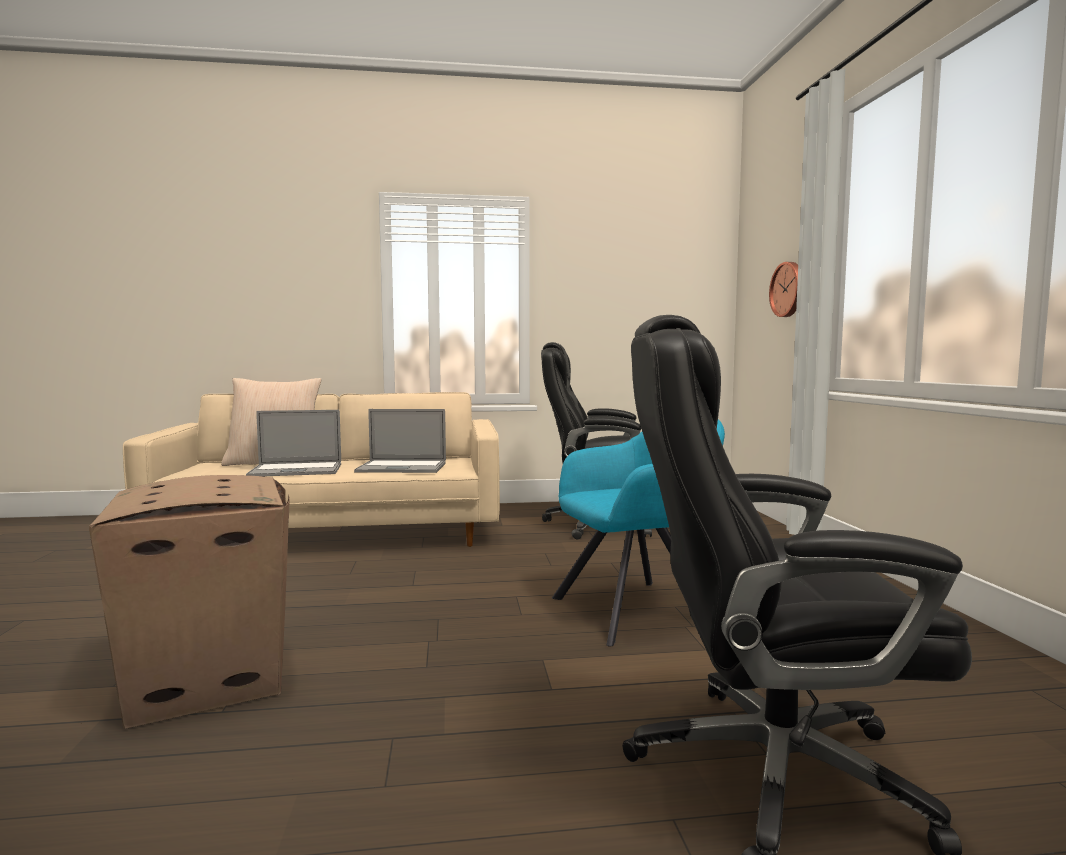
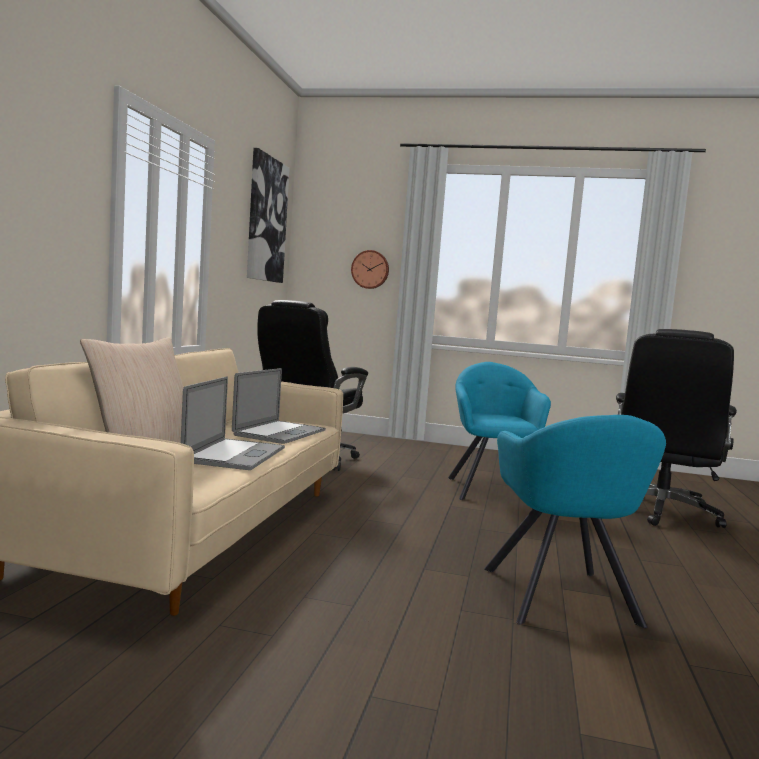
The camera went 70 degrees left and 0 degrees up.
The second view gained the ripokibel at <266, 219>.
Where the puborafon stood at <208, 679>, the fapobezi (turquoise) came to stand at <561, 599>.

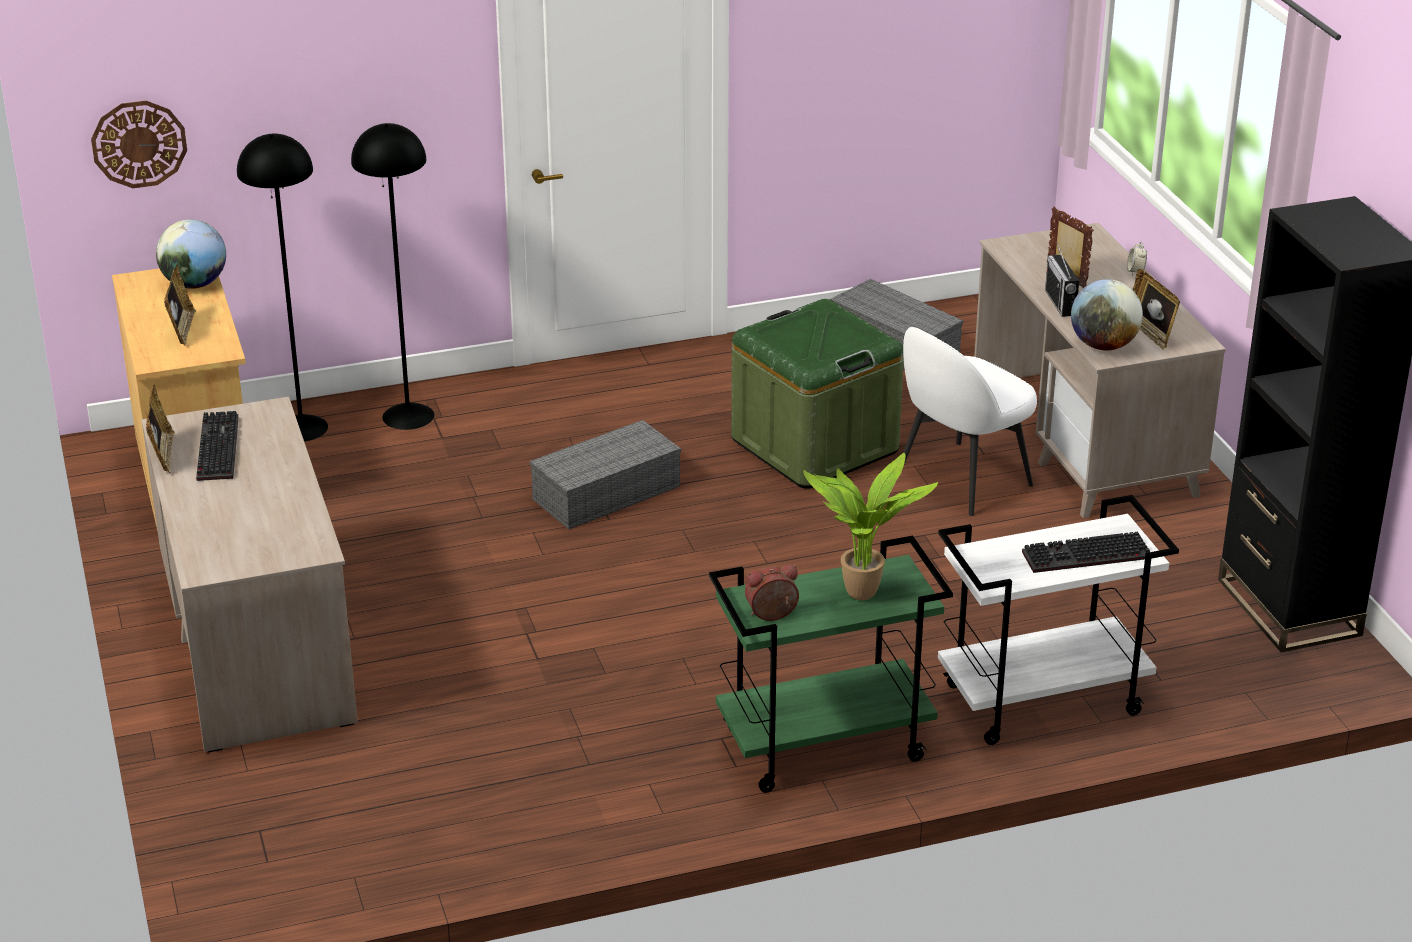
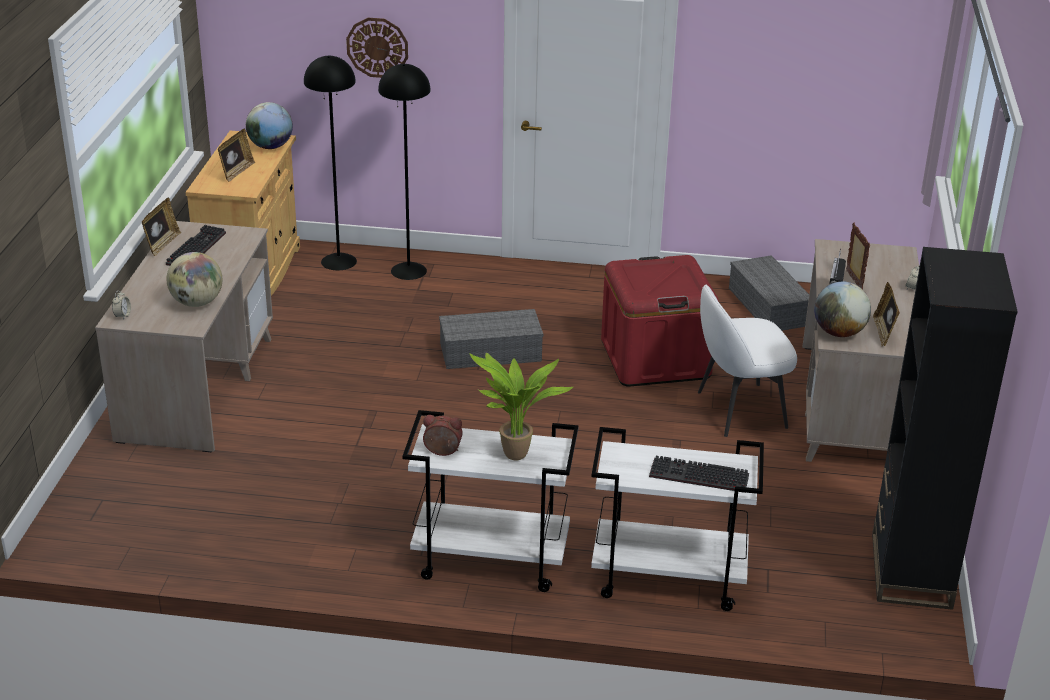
The camera went 25 degrees right and 0 degrees up.
The second view gained the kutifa at <122, 315>.
The second view gained the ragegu at <196, 303>.
The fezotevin ended up elsewhere, having gone from <139, 143> to <377, 47>.
What was the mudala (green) at <823, 746> turned into the mudala (white) at <489, 561>.
What was the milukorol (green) at <814, 445> turned into the milukorol (red) at <655, 359>.

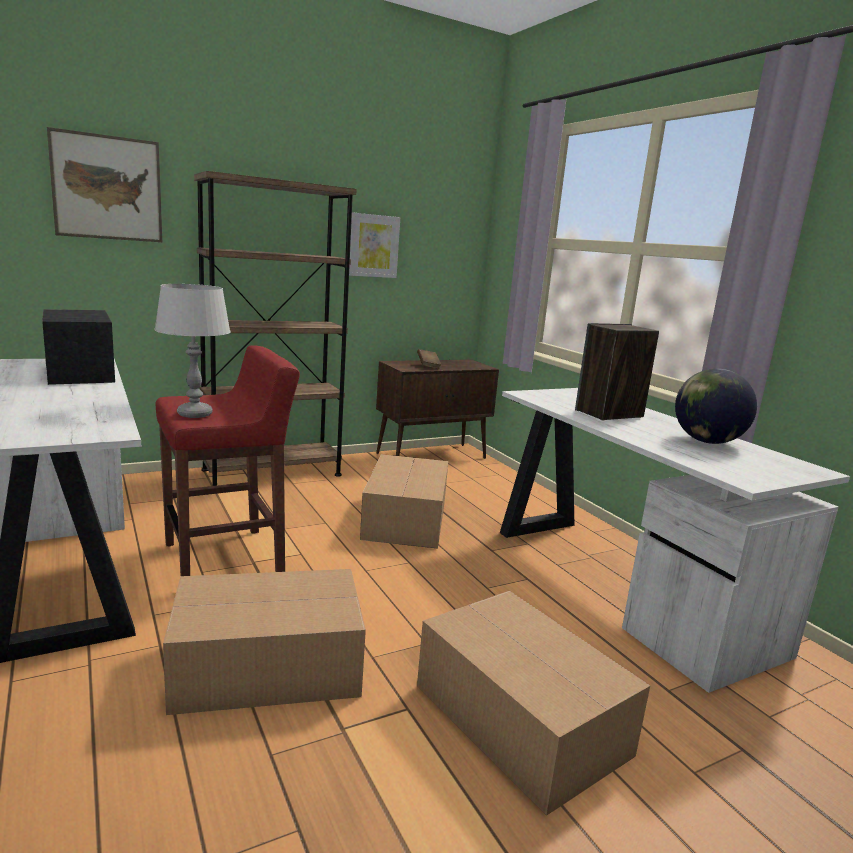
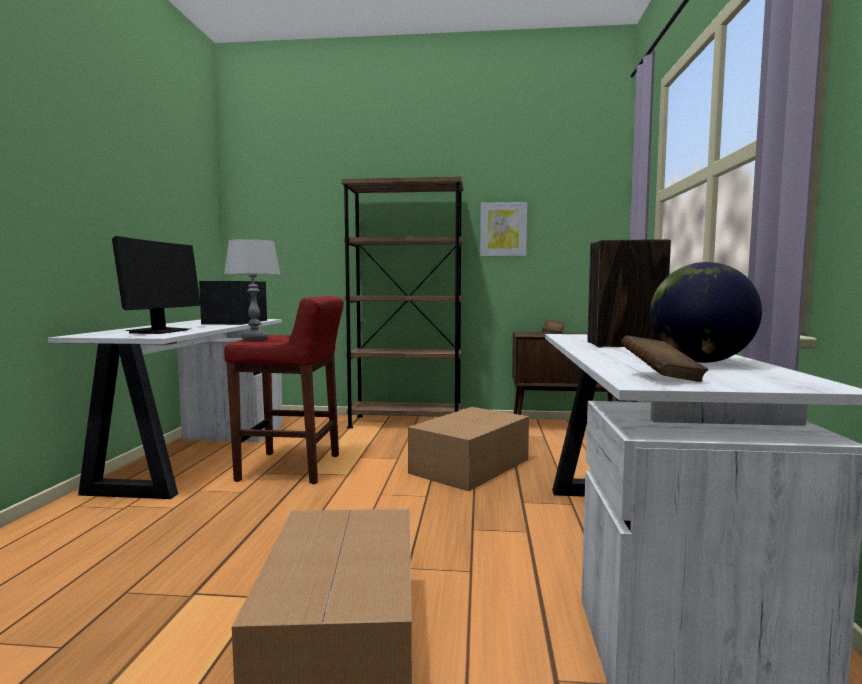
The camera went 35 degrees right and 10 degrees down.
The second view lost the ripokibel at <107, 188>.
The second view lost the puborafon at <264, 665>.
The second view gained the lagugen at <159, 331>.
The second view gained the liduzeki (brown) at <661, 377>.

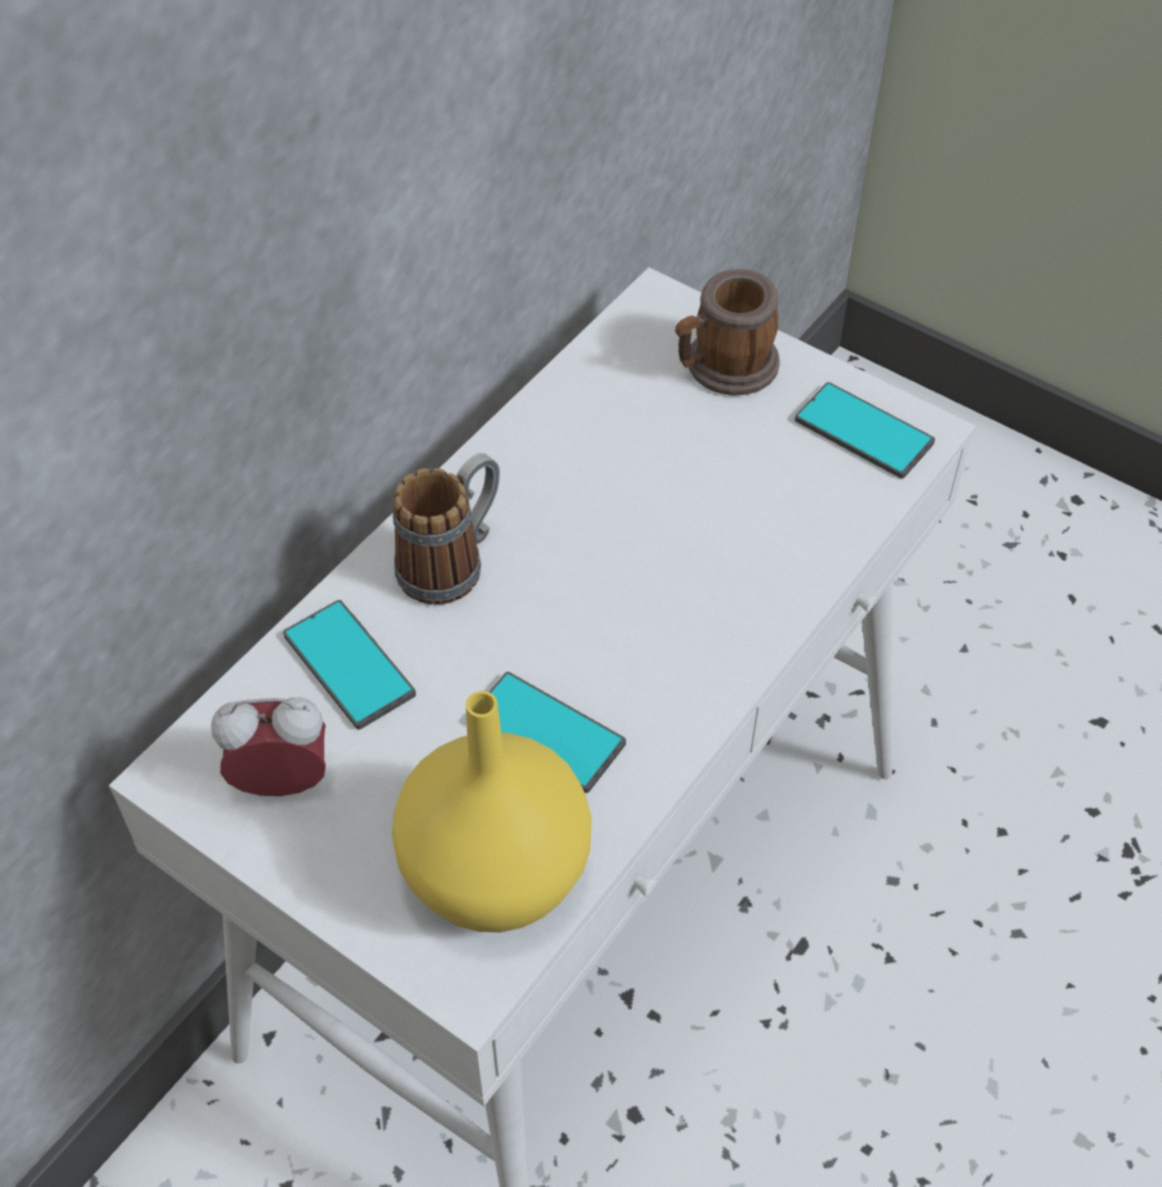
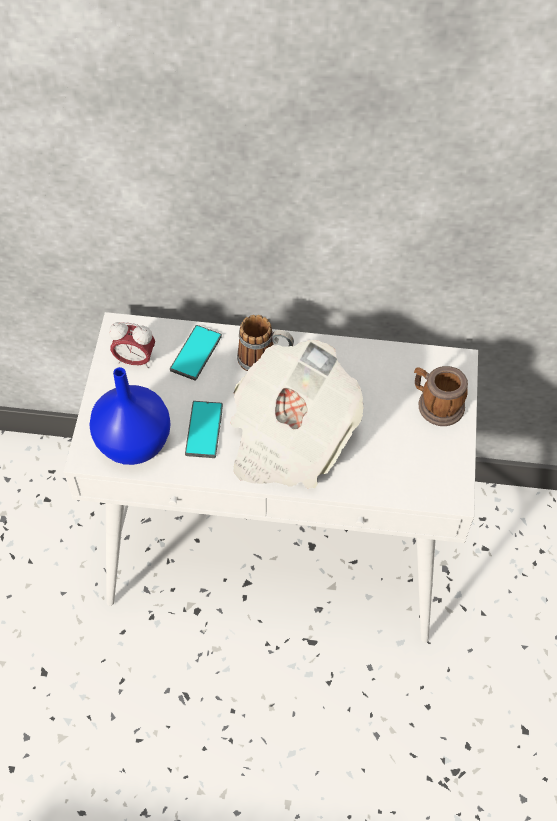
The camera went 60 degrees right and 5 degrees up.
The second view lost the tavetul at <864, 431>.
The second view gained the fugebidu at <289, 437>.
What was the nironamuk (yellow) at <492, 876> turned into the nironamuk (blue) at <133, 442>.
The kutifa at <283, 781> ended up facing another way, 135 degrees clockwise from before.

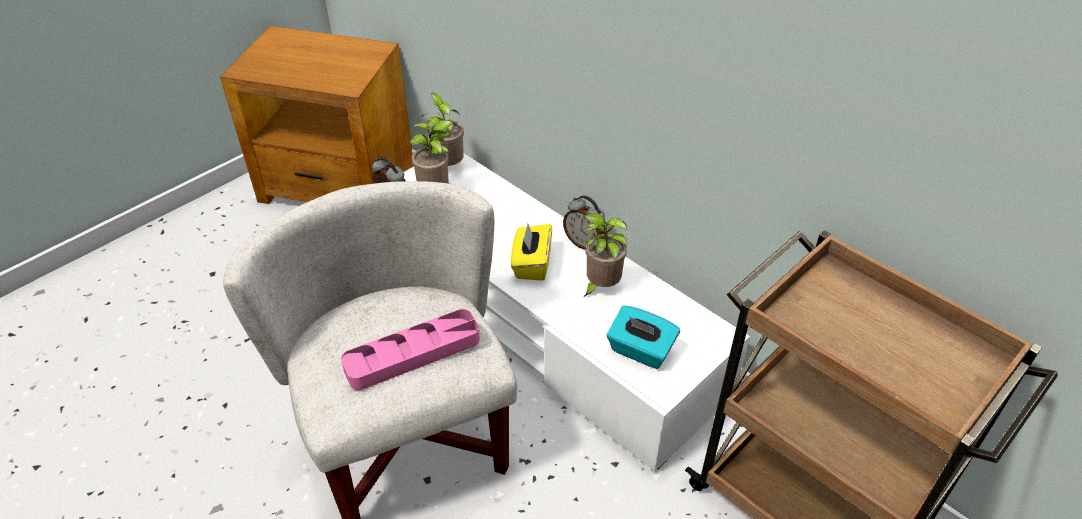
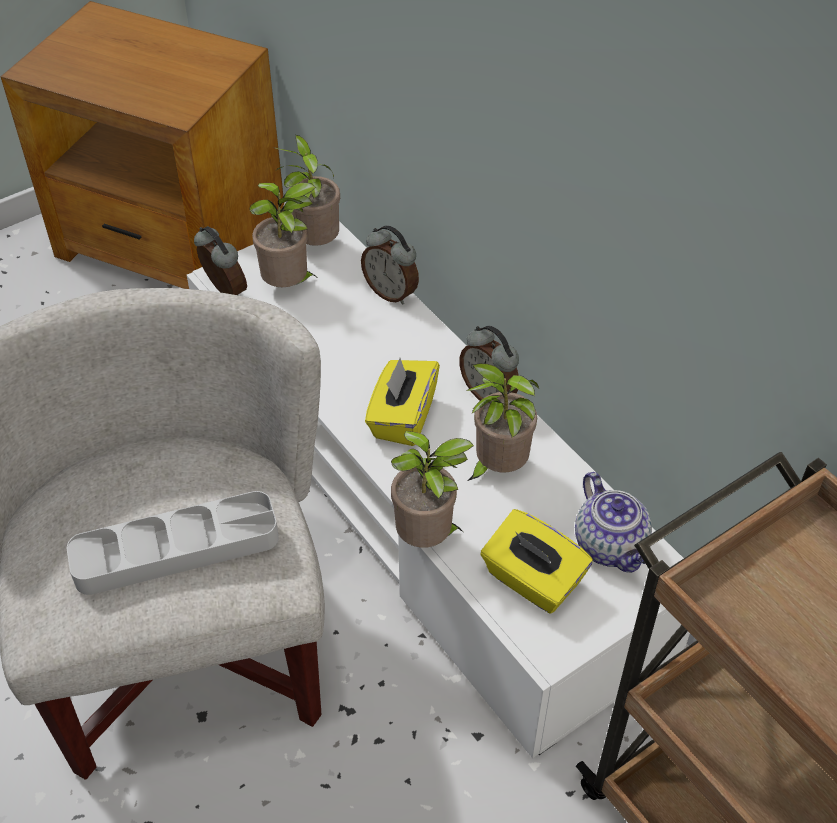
The camera went 10 degrees right and 5 degrees up.
The second view gained the kutifa at <391, 292>.
The second view gained the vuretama at <428, 539>.
The second view gained the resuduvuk at <611, 546>.
What was the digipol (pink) at <413, 354> turned into the digipol (grey) at <176, 549>.
What was the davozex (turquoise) at <640, 351> turned into the davozex (yellow) at <532, 580>.

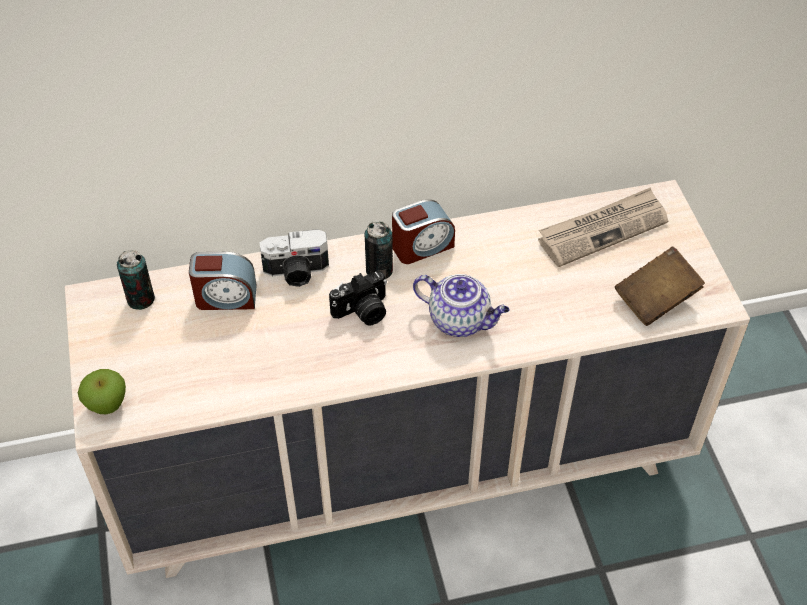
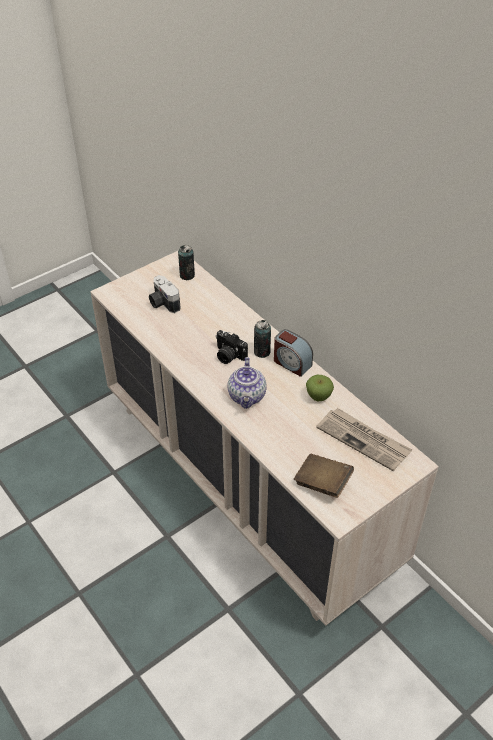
The camera went 65 degrees right and 5 degrees down.
The second view lost the kutifa at <226, 297>.
The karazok ended up elsewhere, having gone from <107, 405> to <318, 396>.
The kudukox ended up elsewhere, having gone from <296, 272> to <163, 303>.

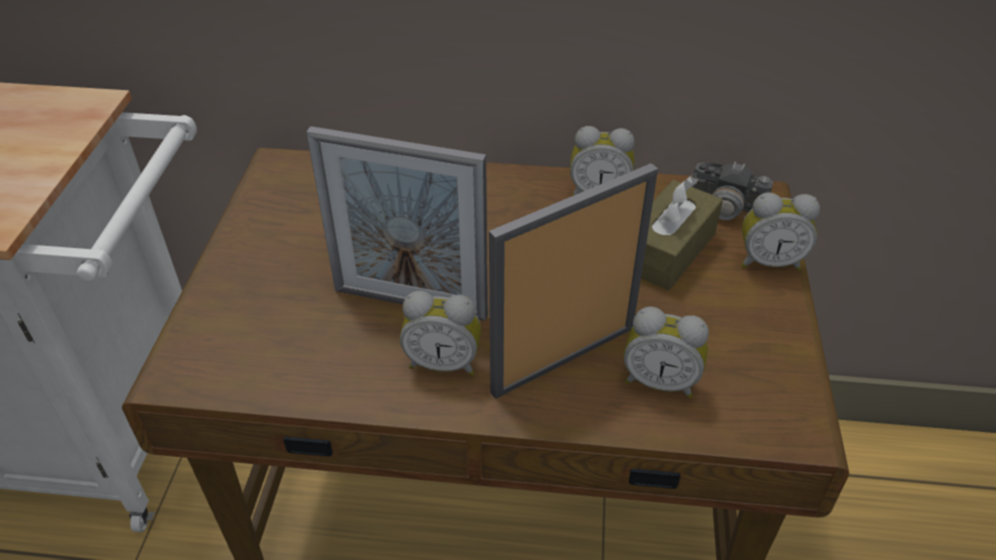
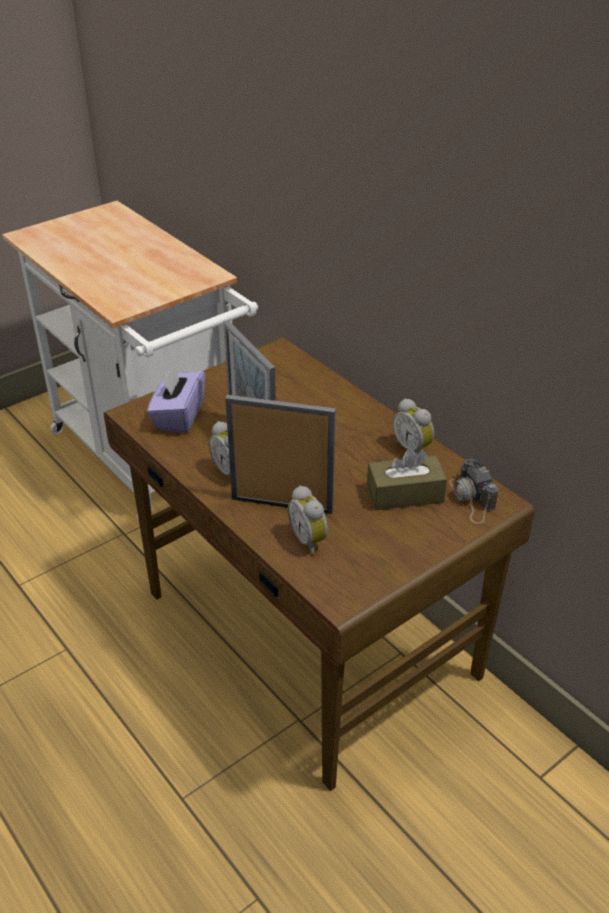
The camera went 45 degrees right and 5 degrees down.
The second view lost the kutifa at <768, 261>.
The second view gained the davozex (purple) at <178, 416>.

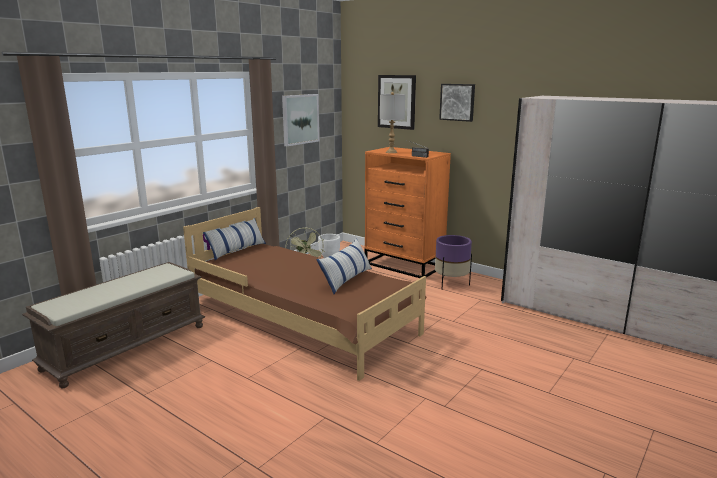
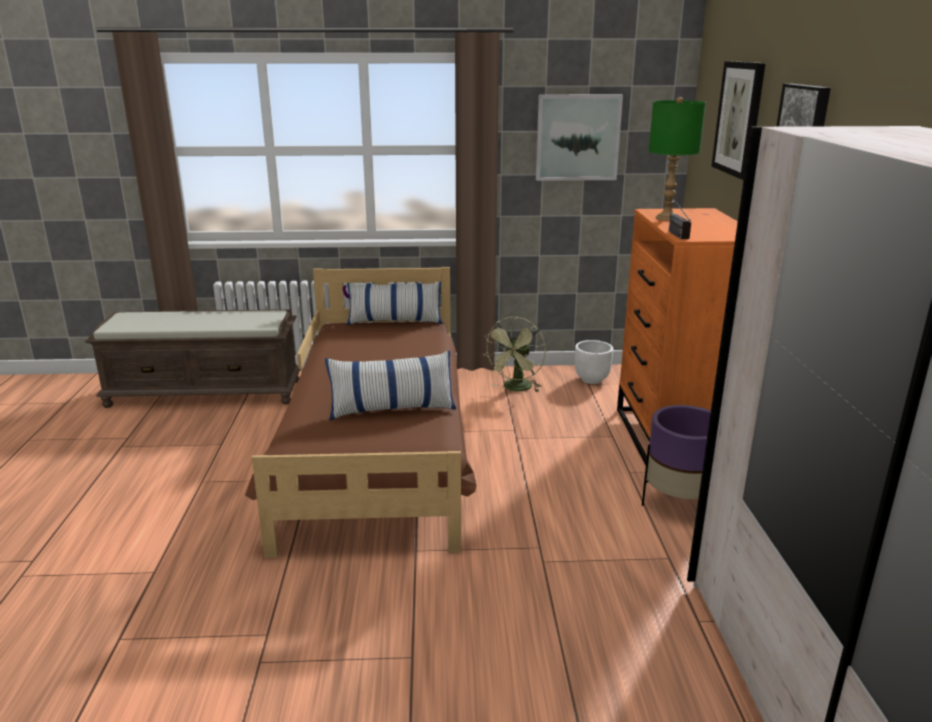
The camera went 50 degrees right and 5 degrees up.
What was the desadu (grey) at <391, 152> turned into the desadu (green) at <667, 218>.

